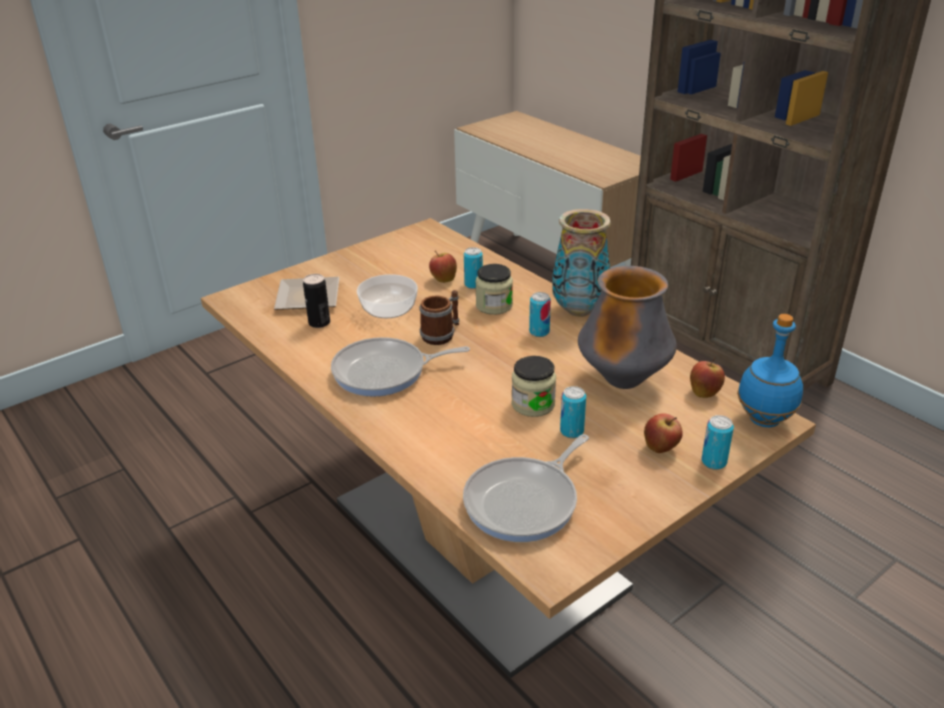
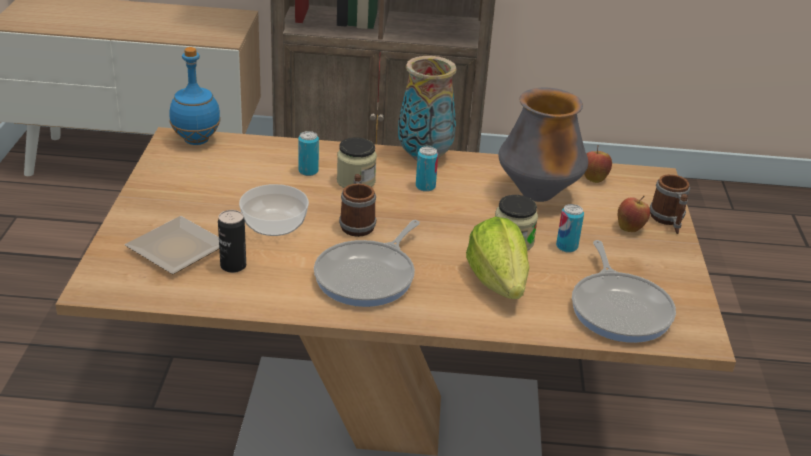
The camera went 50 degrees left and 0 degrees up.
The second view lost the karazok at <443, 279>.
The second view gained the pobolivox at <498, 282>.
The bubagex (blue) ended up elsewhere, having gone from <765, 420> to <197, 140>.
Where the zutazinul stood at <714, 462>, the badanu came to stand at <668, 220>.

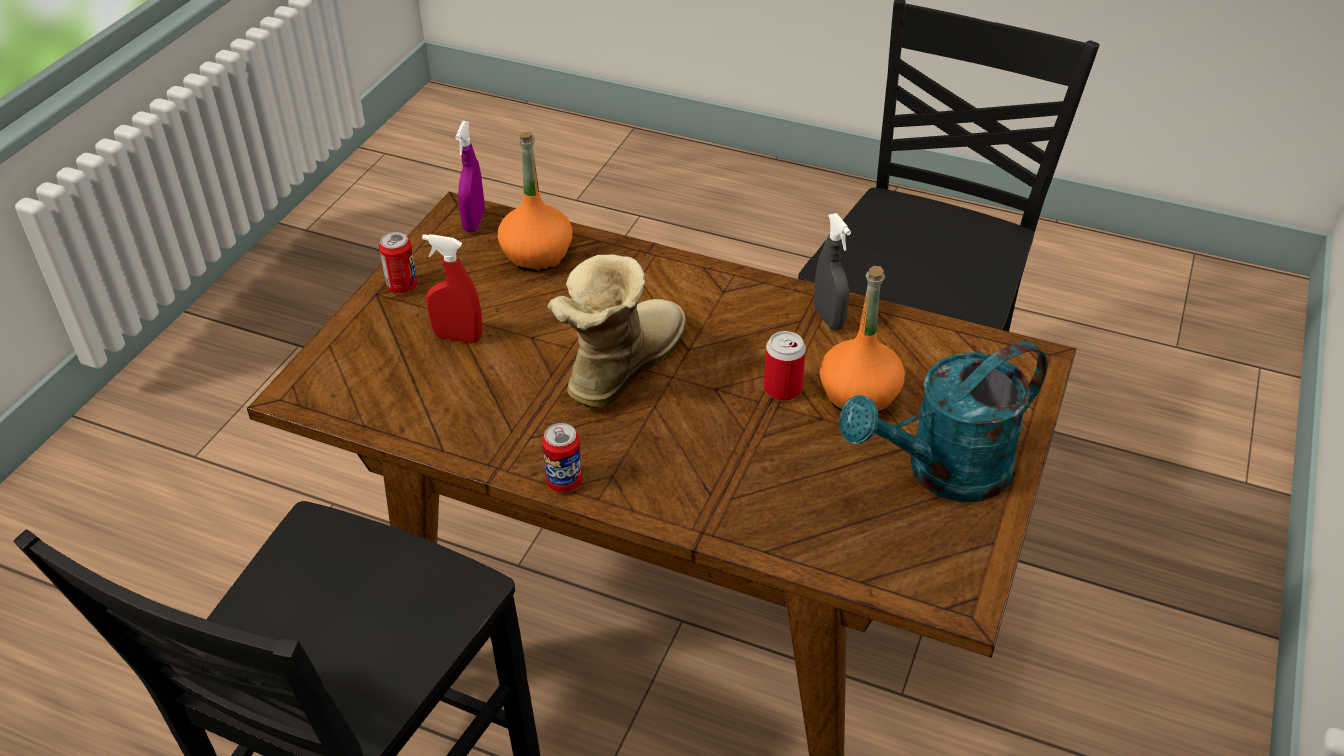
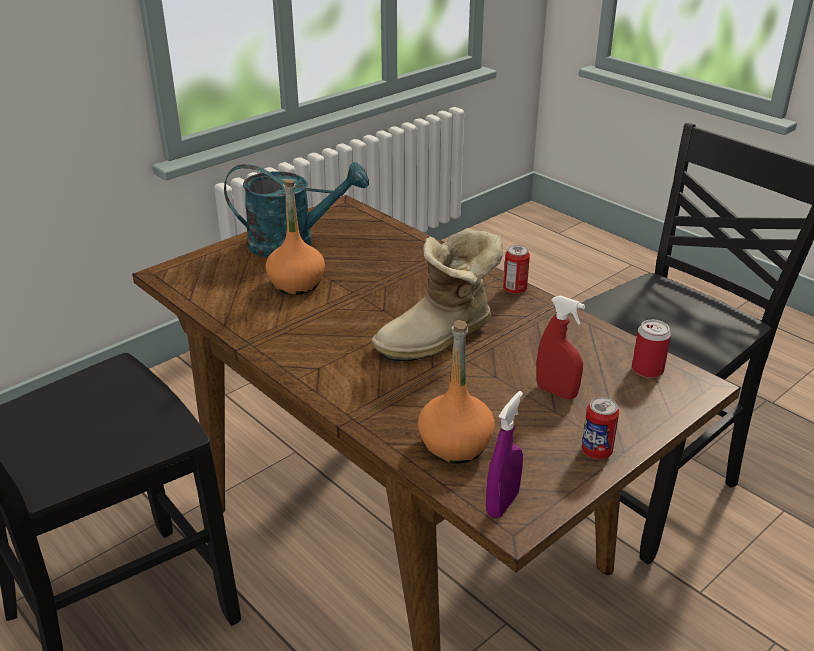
The camera went 155 degrees left and 10 degrees down.
The second view lost the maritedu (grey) at <828, 318>.
The zutazinul ended up elsewhere, having gone from <782, 389> to <647, 370>.

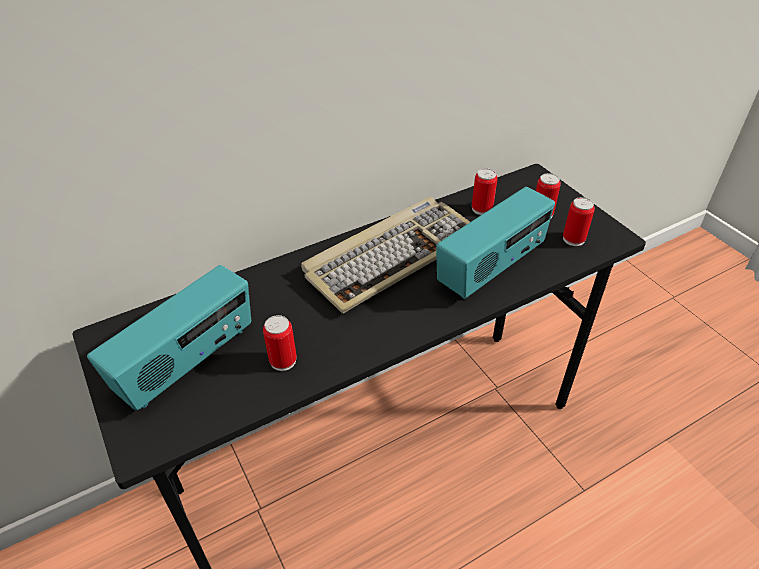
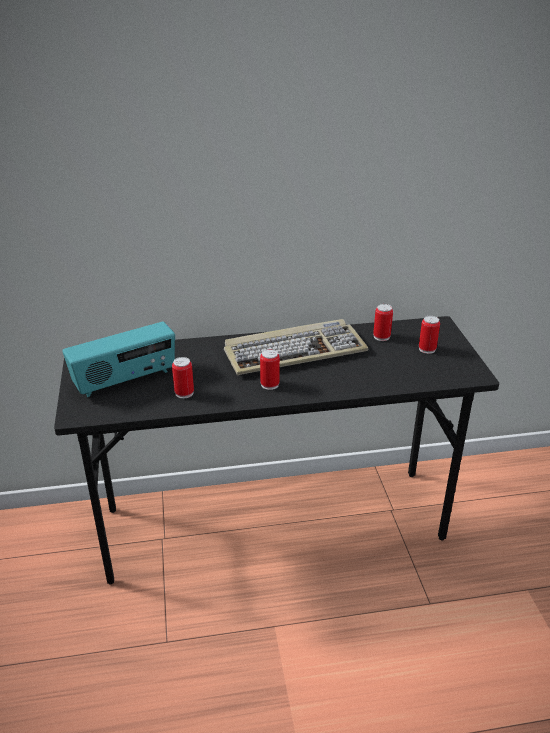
The camera went 20 degrees right and 10 degrees down.
The second view lost the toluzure at <492, 268>.
The zutazinul ended up elsewhere, having gone from <573, 239> to <269, 384>.

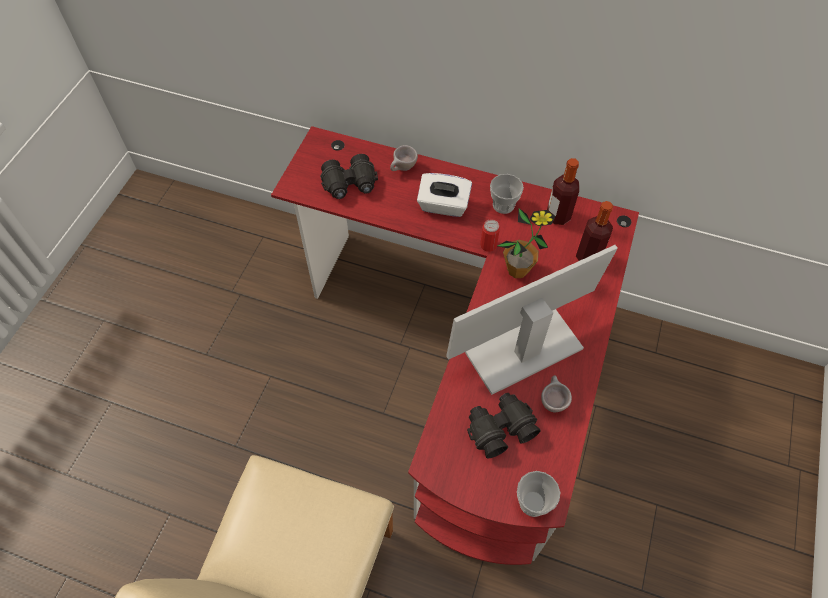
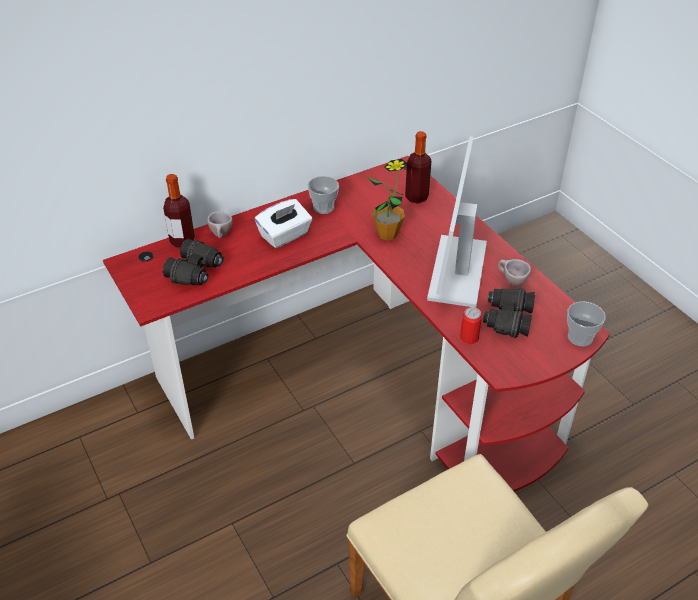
The camera went 50 degrees left and 15 degrees down.
The zutazinul ended up elsewhere, having gone from <488, 245> to <469, 338>.
The bubagex ended up elsewhere, having gone from <558, 216> to <182, 241>.

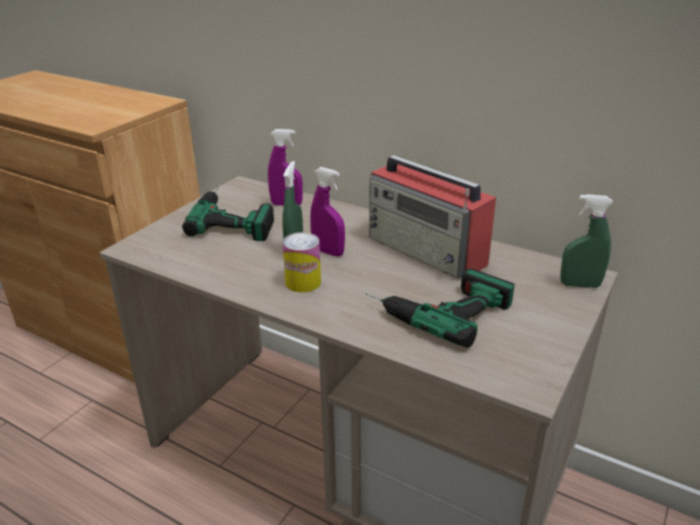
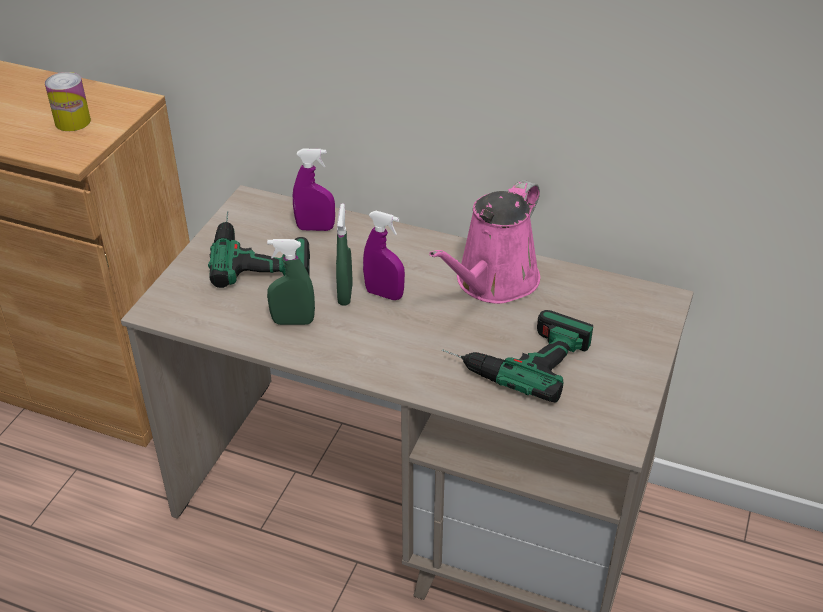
The camera went 10 degrees left and 10 degrees up.
The zutazinul ended up elsewhere, having gone from <303, 282> to <73, 122>.
The maritedu (green) ended up elsewhere, having gone from <580, 285> to <293, 321>.
Where the toluzure stood at <427, 251>, the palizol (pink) came to stand at <492, 282>.

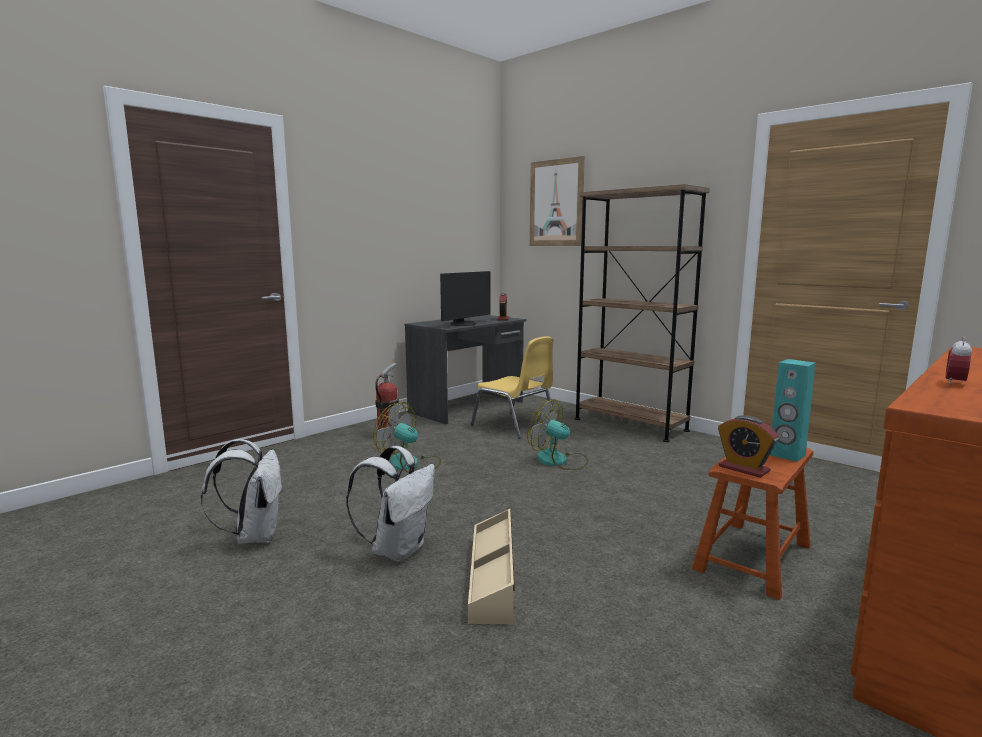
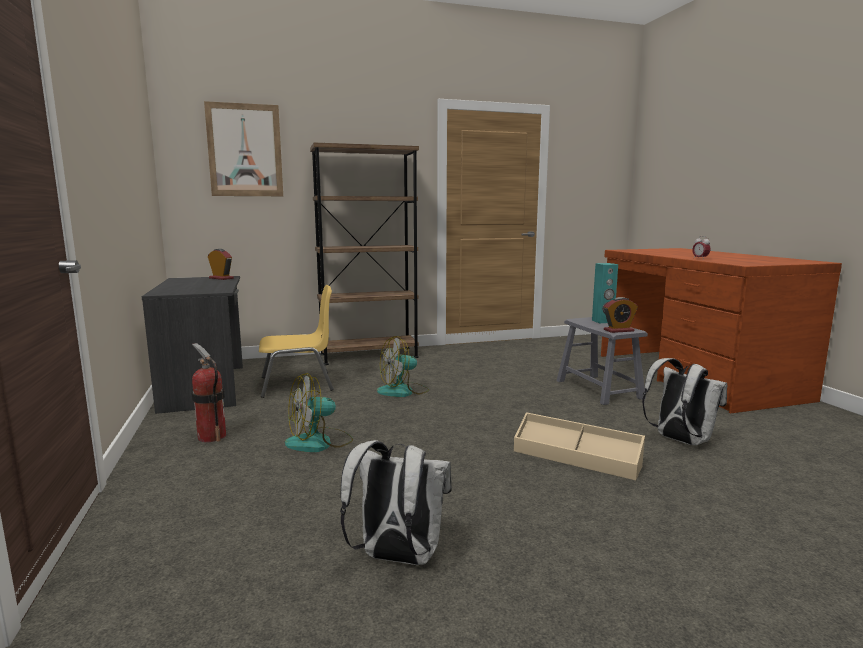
The camera went 60 degrees left and 0 degrees up.
The second view lost the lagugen at <464, 324>.
The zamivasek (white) ended up elsewhere, having gone from <398, 549> to <679, 440>.
What was the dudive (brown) at <753, 557> turned into the dudive (grey) at <598, 389>.

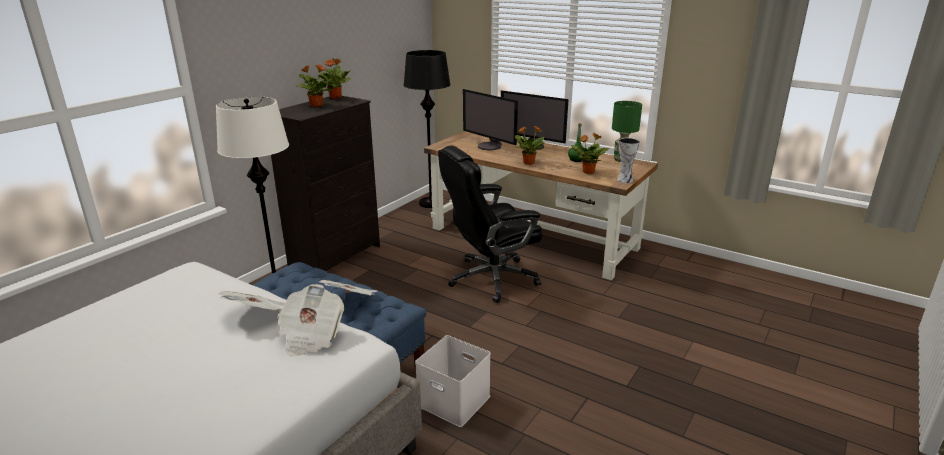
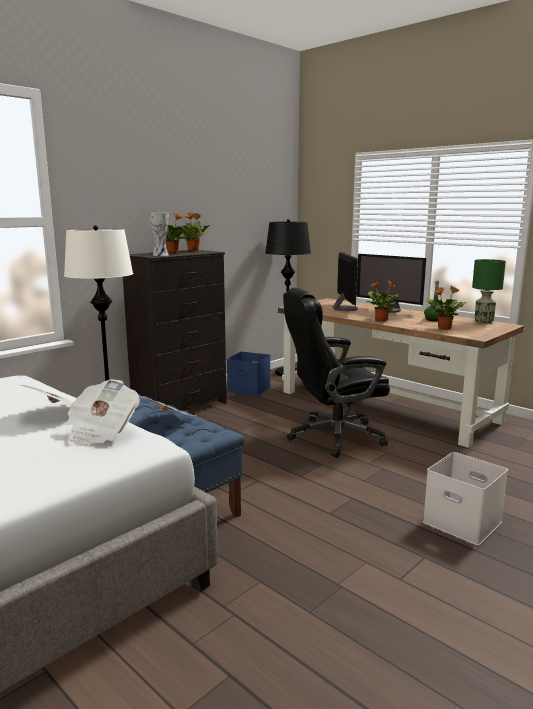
The camera went 10 degrees right and 10 degrees down.
The second view gained the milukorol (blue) at <248, 389>.
The milukorol (white) ended up elsewhere, having gone from <455, 400> to <464, 522>.
The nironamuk ended up elsewhere, having gone from <625, 180> to <161, 255>.
The lagugen at <490, 146> ended up facing another way, 150 degrees counterclockwise from before.

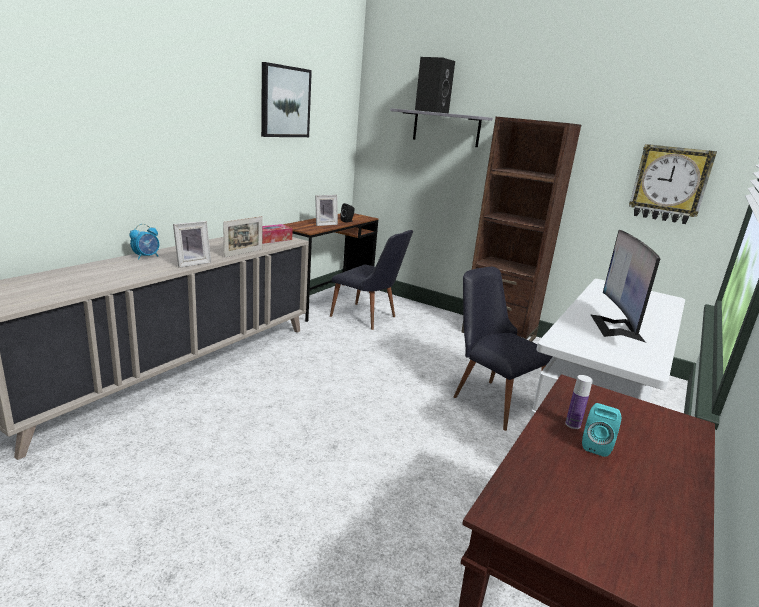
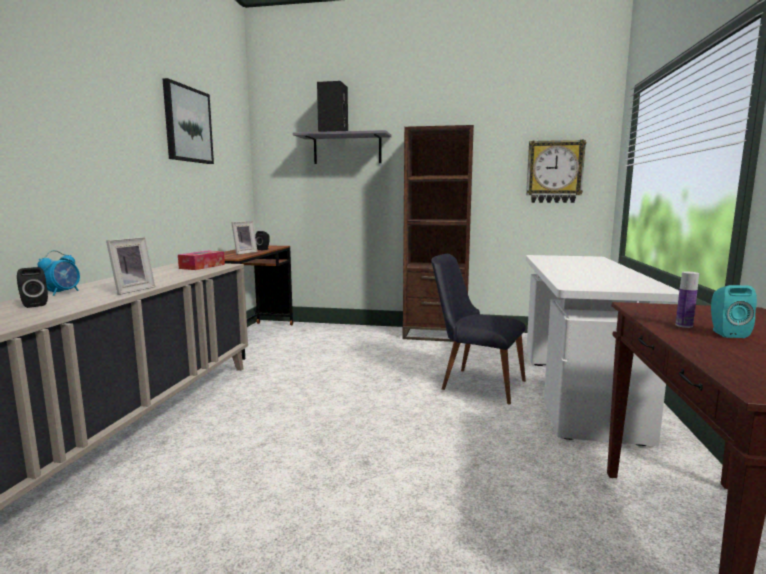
The camera went 20 degrees left and 10 degrees down.
The second view lost the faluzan at <243, 253>.
The second view lost the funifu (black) at <368, 318>.
The second view lost the lagugen at <616, 327>.
The second view gained the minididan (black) at <33, 305>.

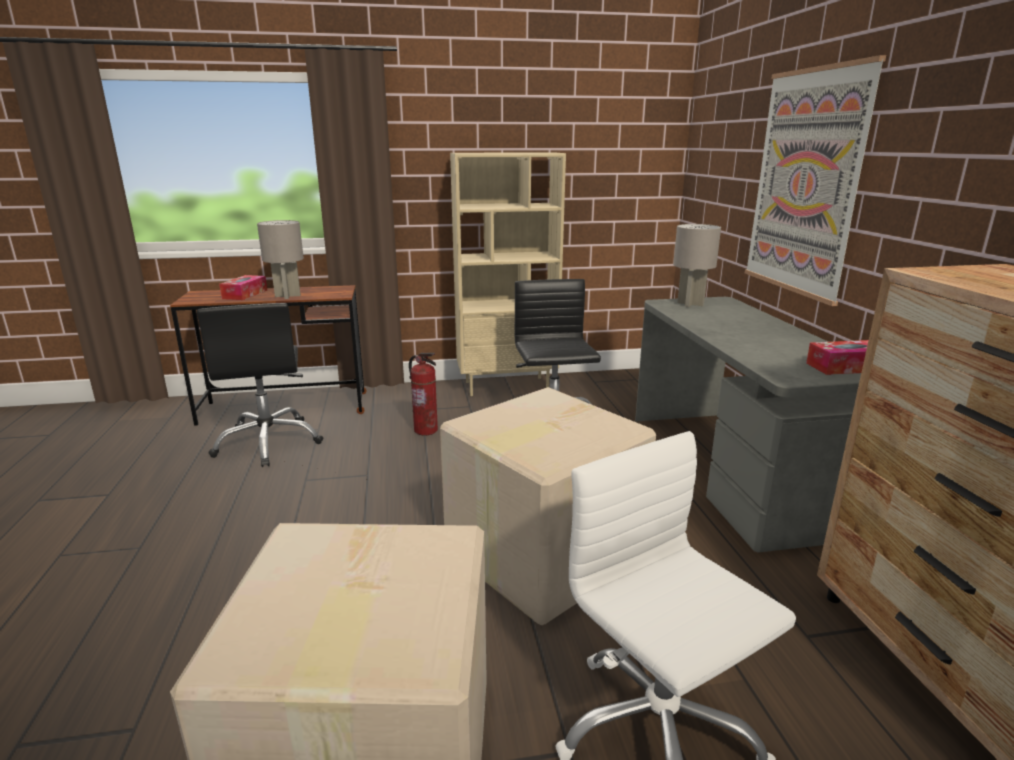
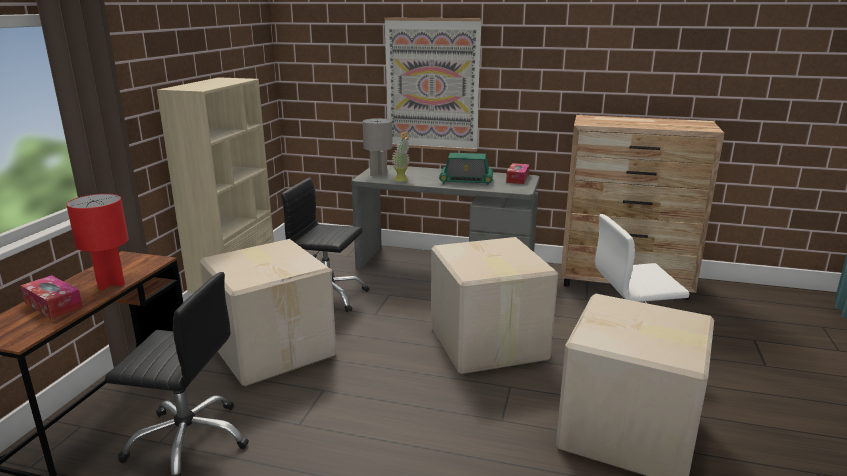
The camera went 65 degrees left and 0 degrees up.
The second view gained the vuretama at <402, 180>.
The second view gained the toluzure at <466, 181>.
Where the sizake stood at <426, 430>, the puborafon came to stand at <274, 349>.
What was the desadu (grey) at <288, 296> turned into the desadu (red) at <110, 283>.

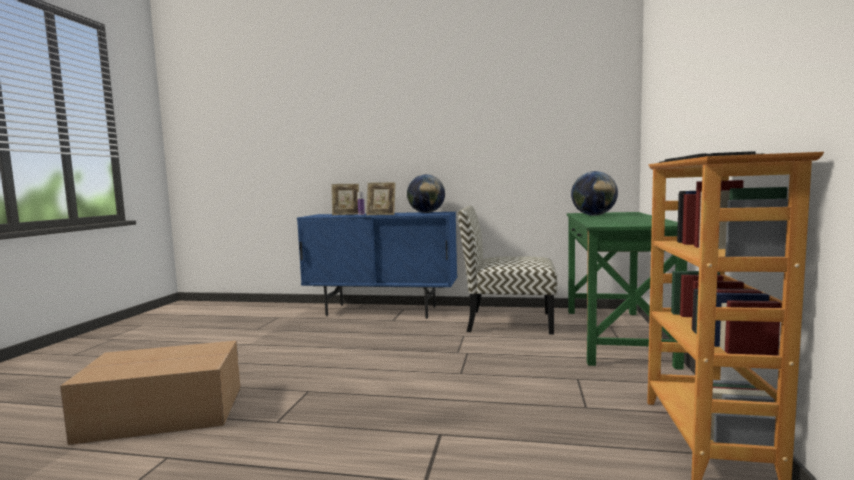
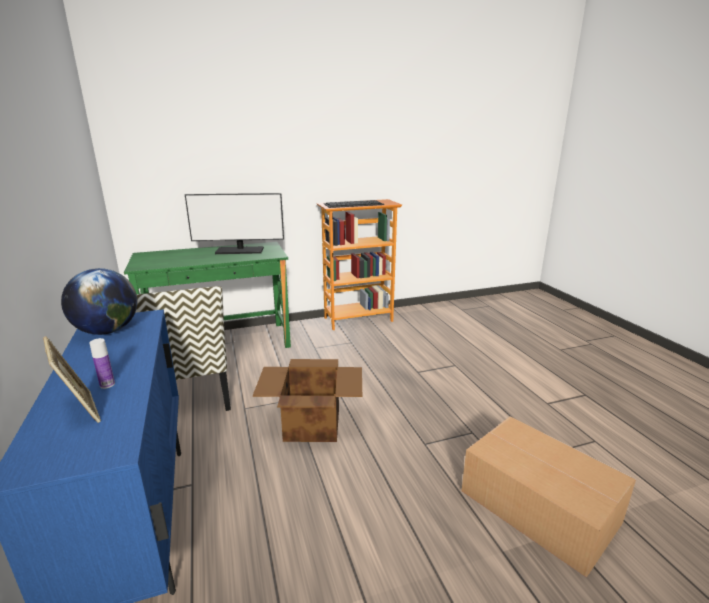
The camera went 120 degrees left and 15 degrees up.
The second view lost the faluzan at <381, 214>.
The second view lost the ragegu at <593, 215>.
The second view gained the lagugen at <240, 251>.
The second view gained the puborafon at <311, 424>.

